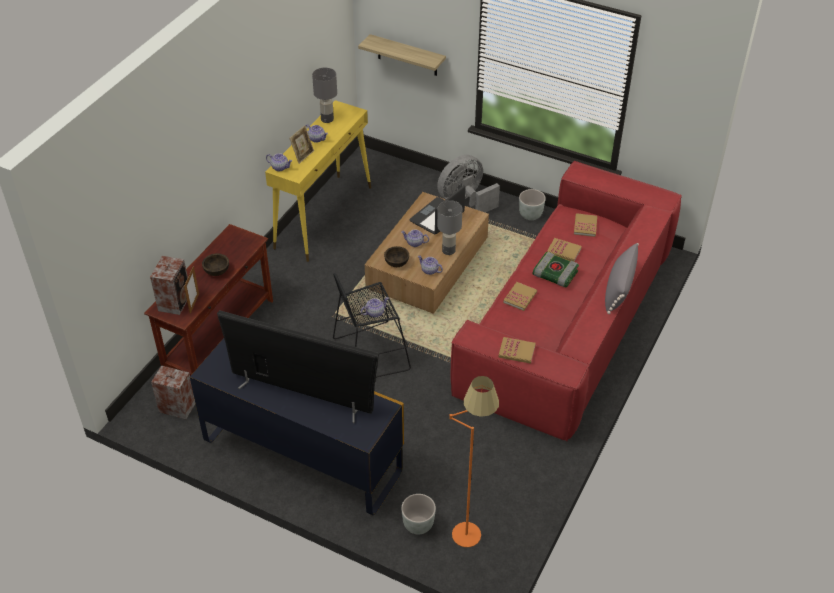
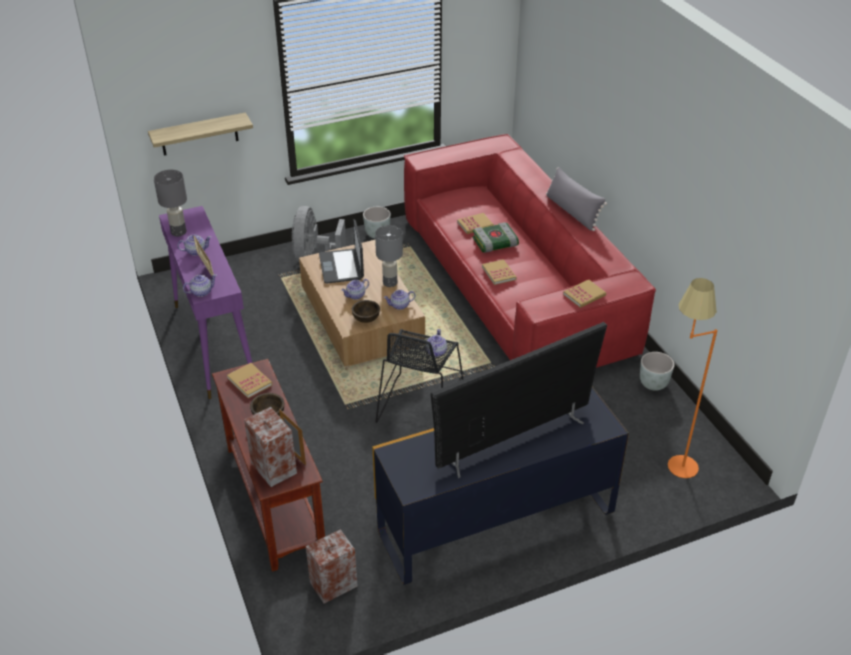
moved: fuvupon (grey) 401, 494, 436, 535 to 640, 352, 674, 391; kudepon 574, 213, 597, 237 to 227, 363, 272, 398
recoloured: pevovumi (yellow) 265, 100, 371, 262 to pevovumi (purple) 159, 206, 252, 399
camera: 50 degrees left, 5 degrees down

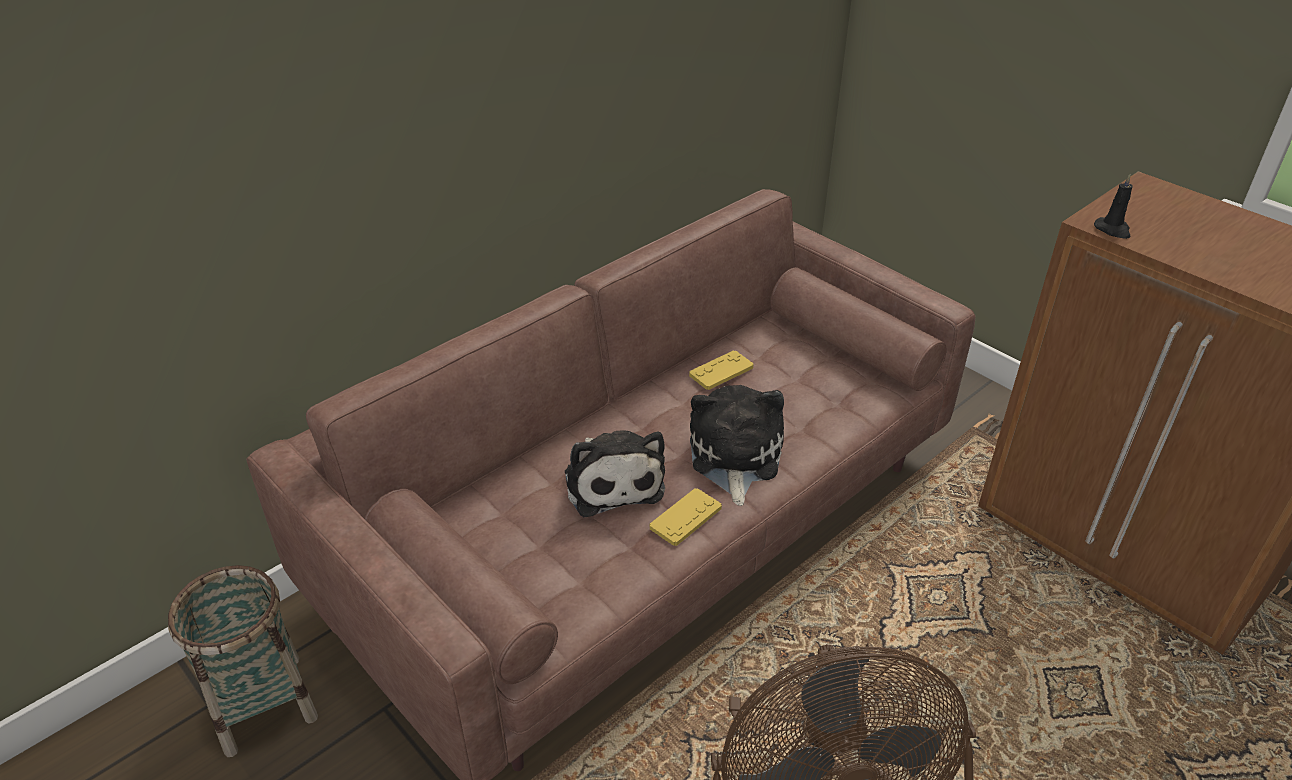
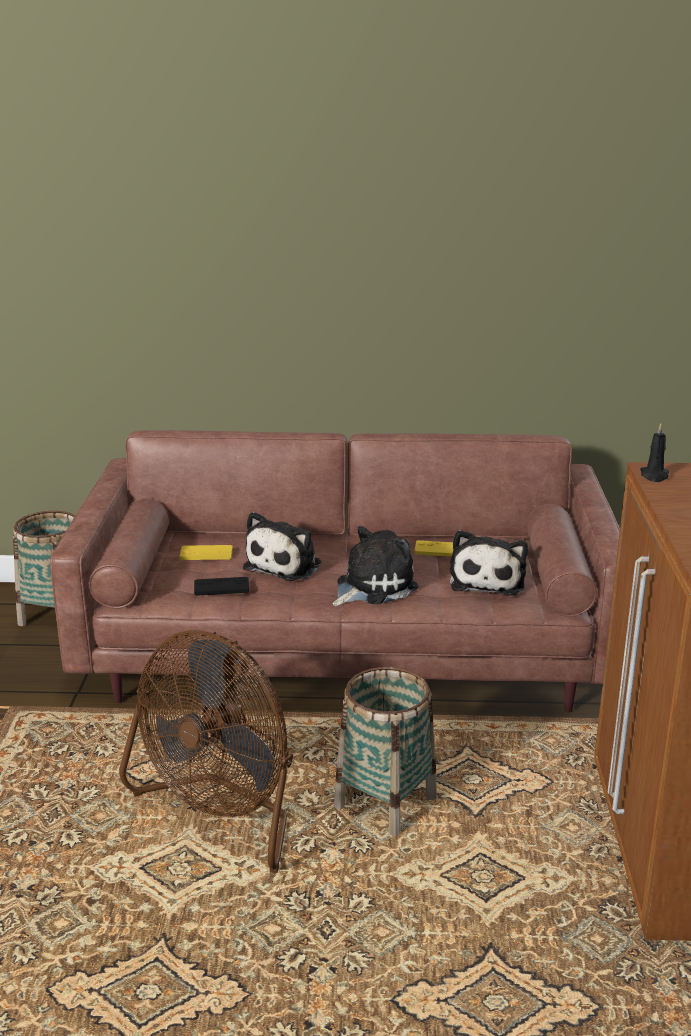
added: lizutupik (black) 194, 577, 249, 596; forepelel 334, 667, 437, 836; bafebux 450, 530, 528, 596
moved: lizutupik (yellow) 650, 488, 722, 546 to 179, 545, 233, 560
camera: 45 degrees right, 15 degrees down

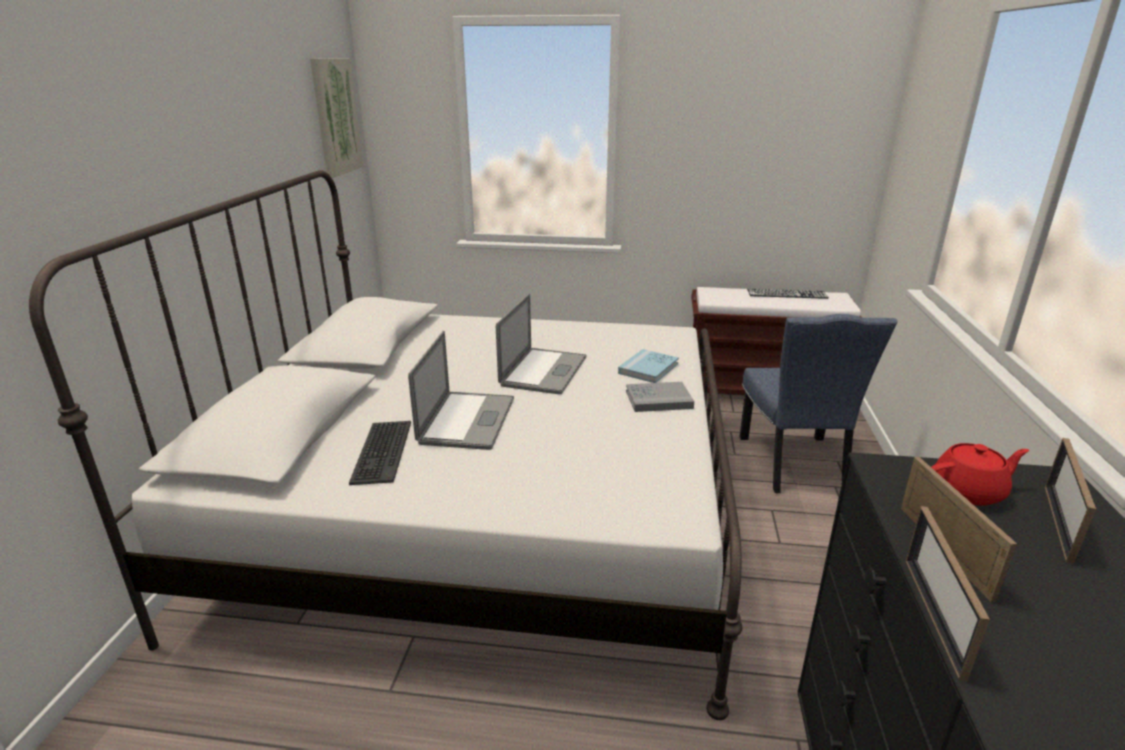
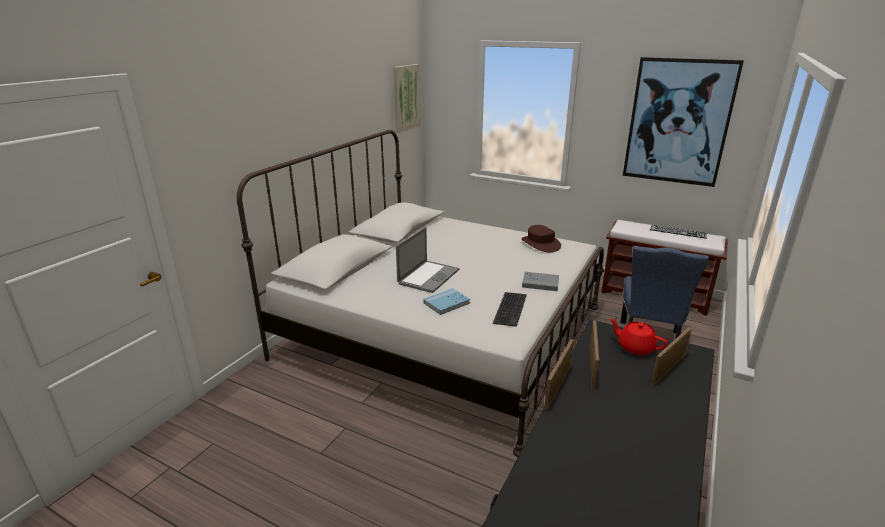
removed: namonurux 496, 293, 586, 394
added: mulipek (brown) 521, 225, 561, 252; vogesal 623, 57, 744, 187
moved: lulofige 349, 421, 411, 485 to 493, 292, 527, 327; kudepon (blue) 618, 349, 679, 383 to 424, 288, 470, 315
turned: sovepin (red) 931, 443, 1029, 506 = 609, 319, 668, 355 150 degrees counterclockwise
camera: 20 degrees right, 0 degrees up

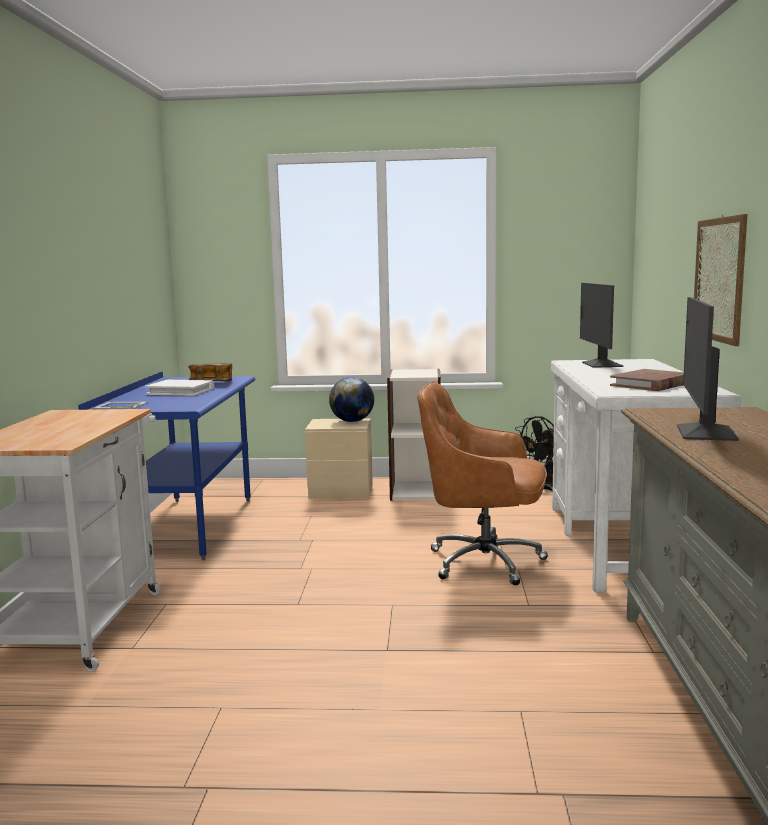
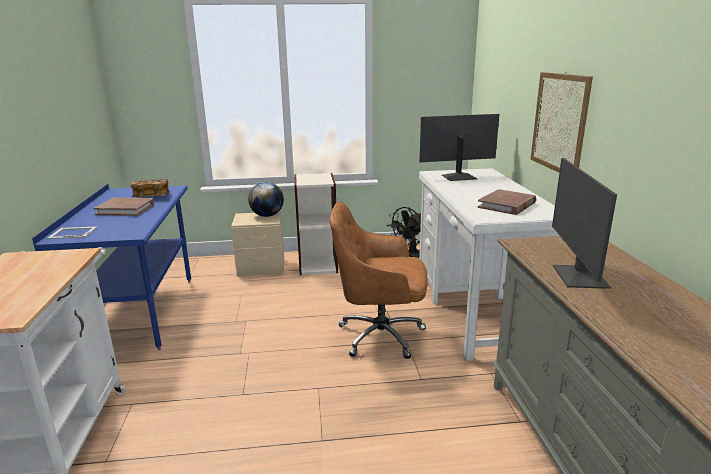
recoloured: kudepon (white) 145, 380, 214, 396 to kudepon (brown) 93, 198, 154, 216
turned: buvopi 580, 283, 624, 368 = 419, 114, 499, 181 90 degrees clockwise
camera: 10 degrees left, 10 degrees up

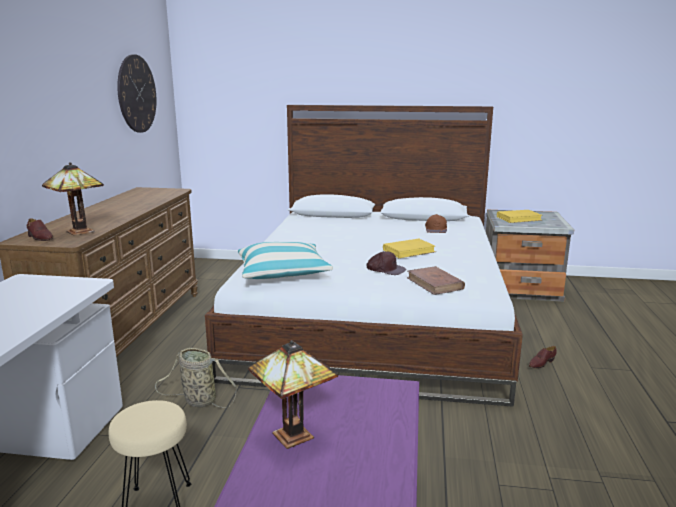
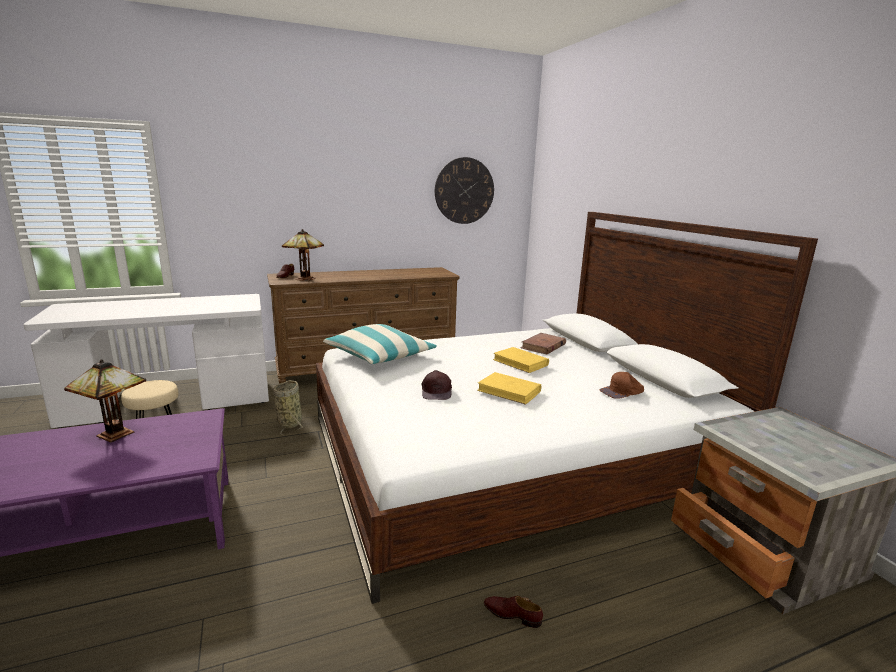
moved: kudepon (brown) 407, 266, 465, 295 to 520, 333, 566, 355; kudepon (yellow) 497, 210, 543, 223 to 493, 347, 549, 373
camera: 60 degrees right, 0 degrees up

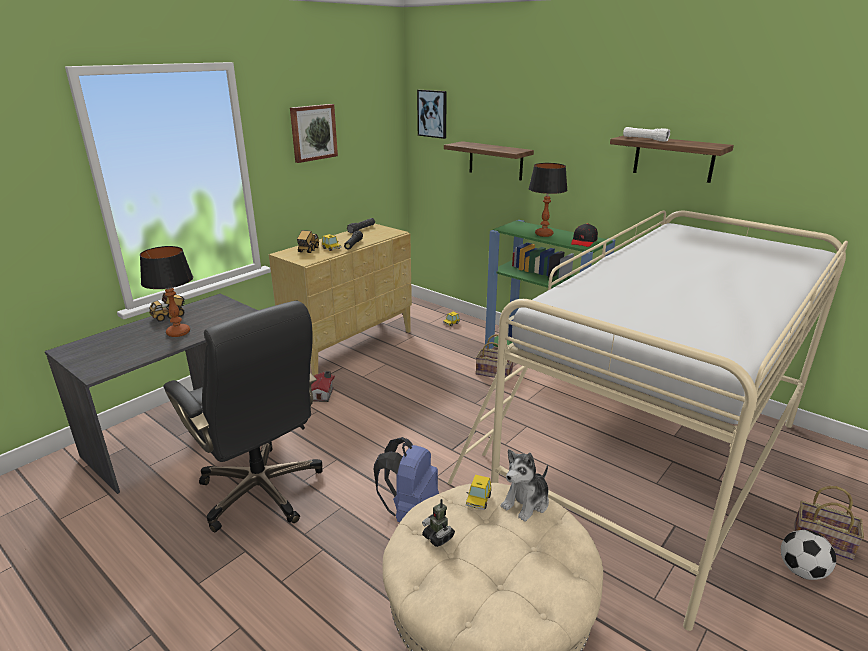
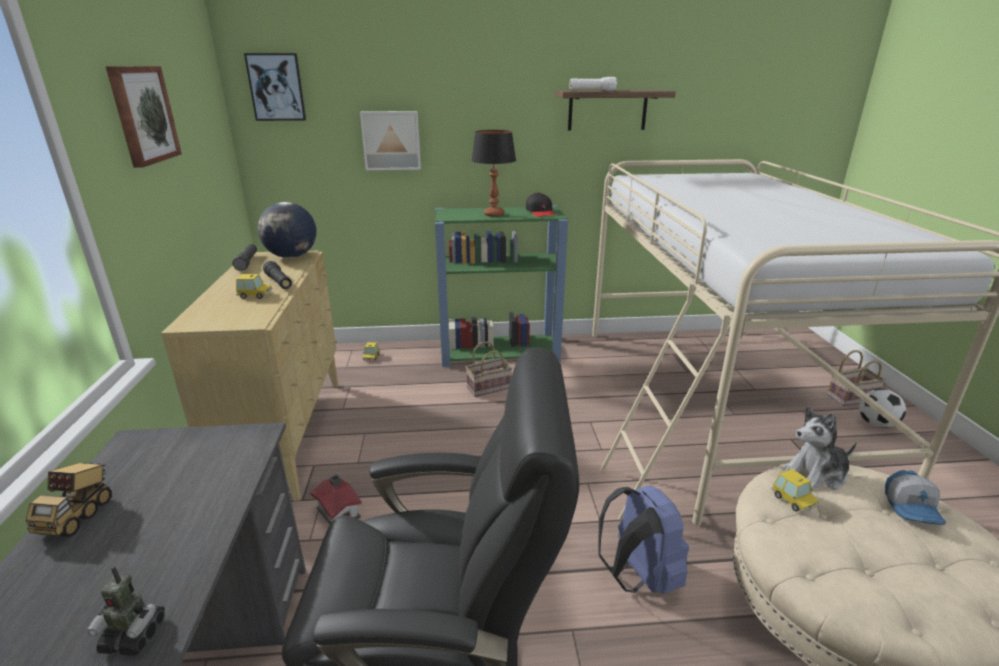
removed: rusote 140, 246, 193, 337; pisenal 297, 230, 319, 253
added: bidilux 258, 202, 317, 258; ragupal 885, 470, 946, 525
moved: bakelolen 422, 499, 455, 547 to 87, 566, 165, 656
replaced: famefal 444, 141, 534, 181 to vogesal 360, 111, 421, 170
turned: bafebux 501, 449, 549, 522 = 783, 406, 857, 490 75 degrees clockwise
camera: 45 degrees left, 0 degrees up

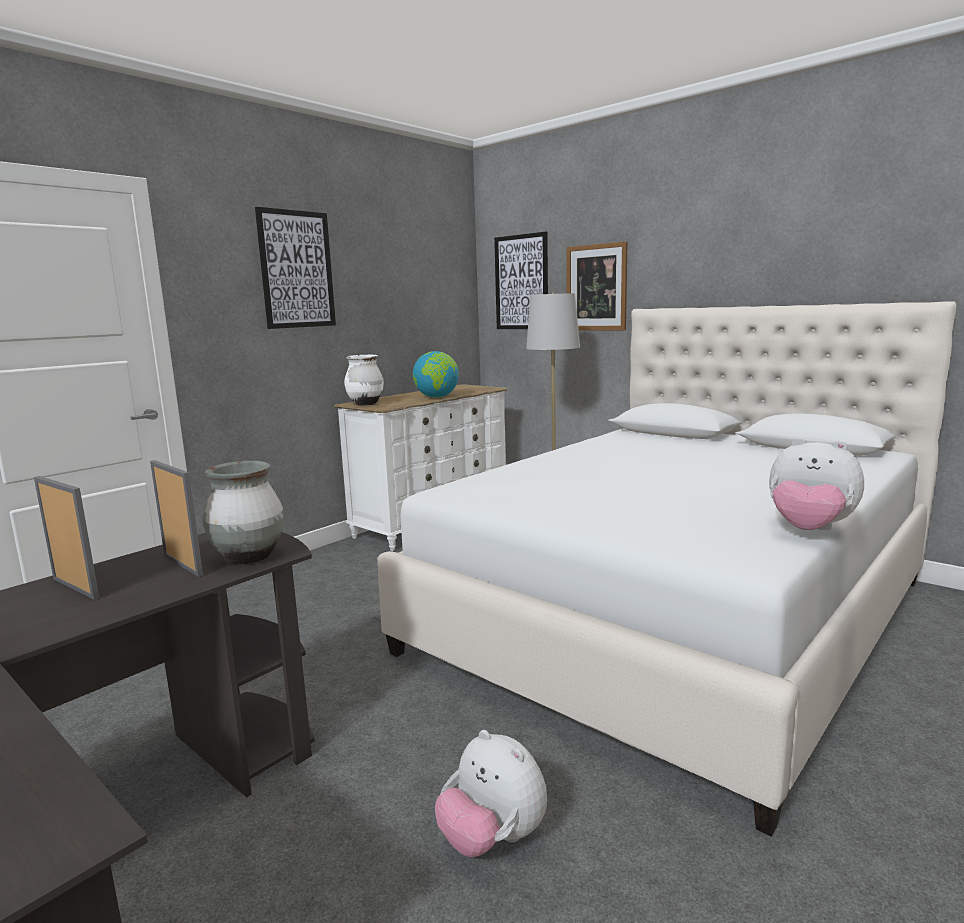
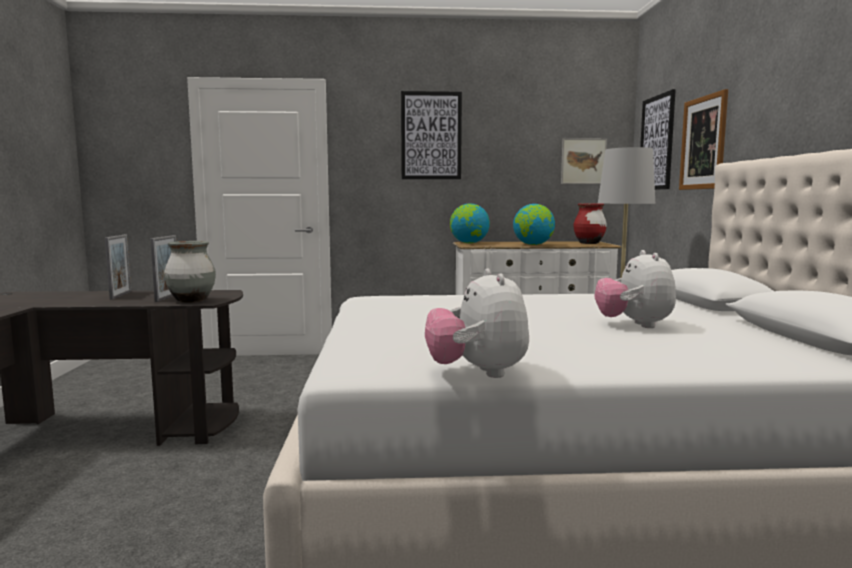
added: vogesal 561, 138, 607, 184; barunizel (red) 574, 204, 607, 244
moved: bafebux 435, 730, 547, 857 to 594, 250, 676, 328
replaced: barunizel (white) 344, 355, 384, 406 to bidilux 450, 204, 490, 243
camera: 45 degrees right, 5 degrees down

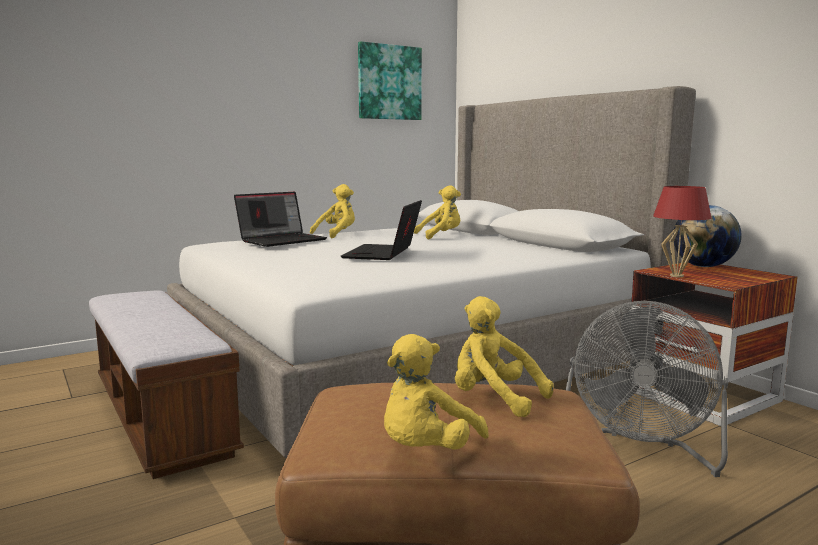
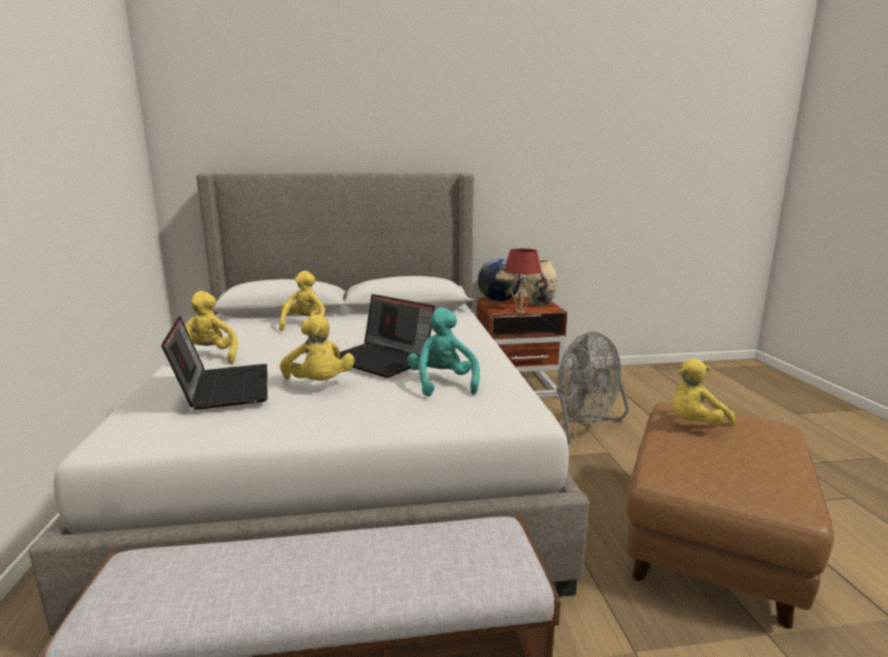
removed: vogesal 358, 41, 422, 120
added: bafebux (turquoise) 407, 307, 480, 397; barunizel (beige) 525, 260, 557, 306
moved: bafebux (yellow) 384, 334, 489, 449 to 280, 314, 355, 381
camera: 65 degrees left, 5 degrees up

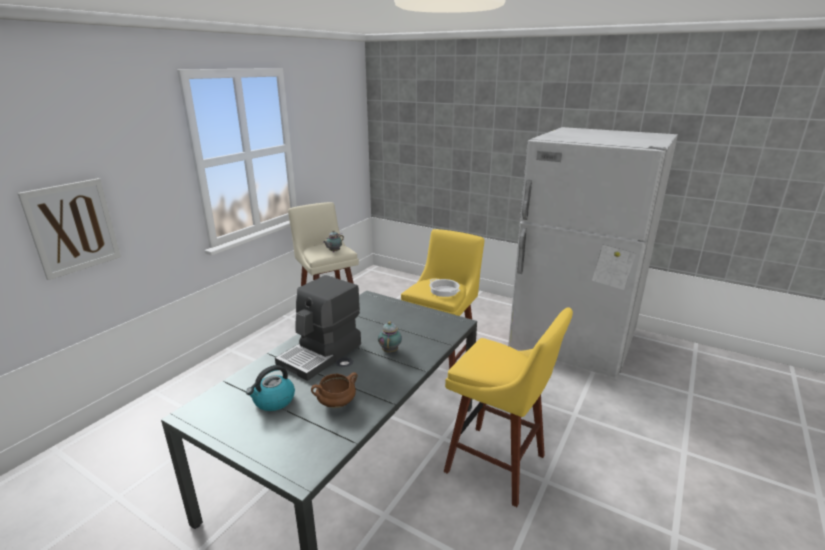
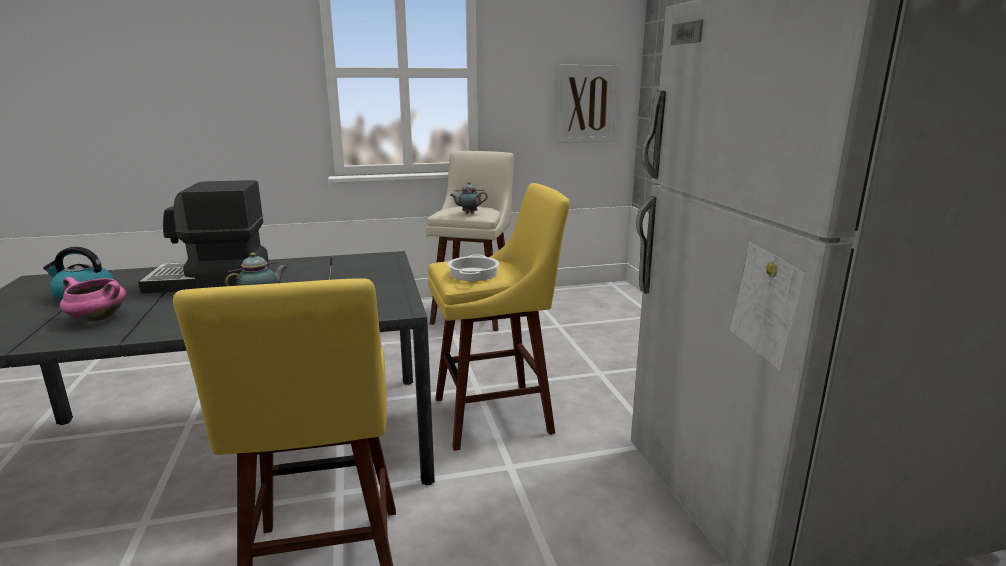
moved: vogesal 18, 178, 121, 280 to 557, 65, 619, 143
recoloured: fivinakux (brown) 311, 372, 357, 408 to fivinakux (pink) 60, 277, 126, 322
camera: 45 degrees right, 5 degrees down

